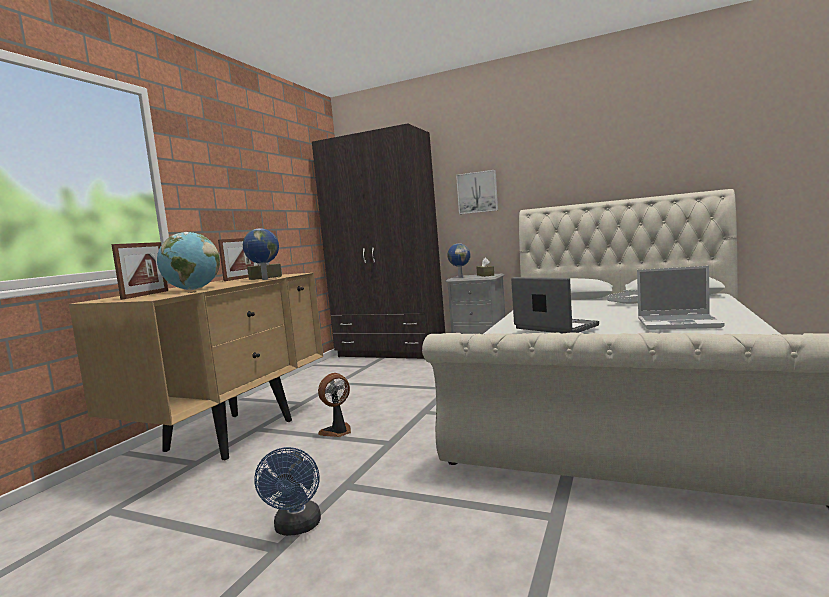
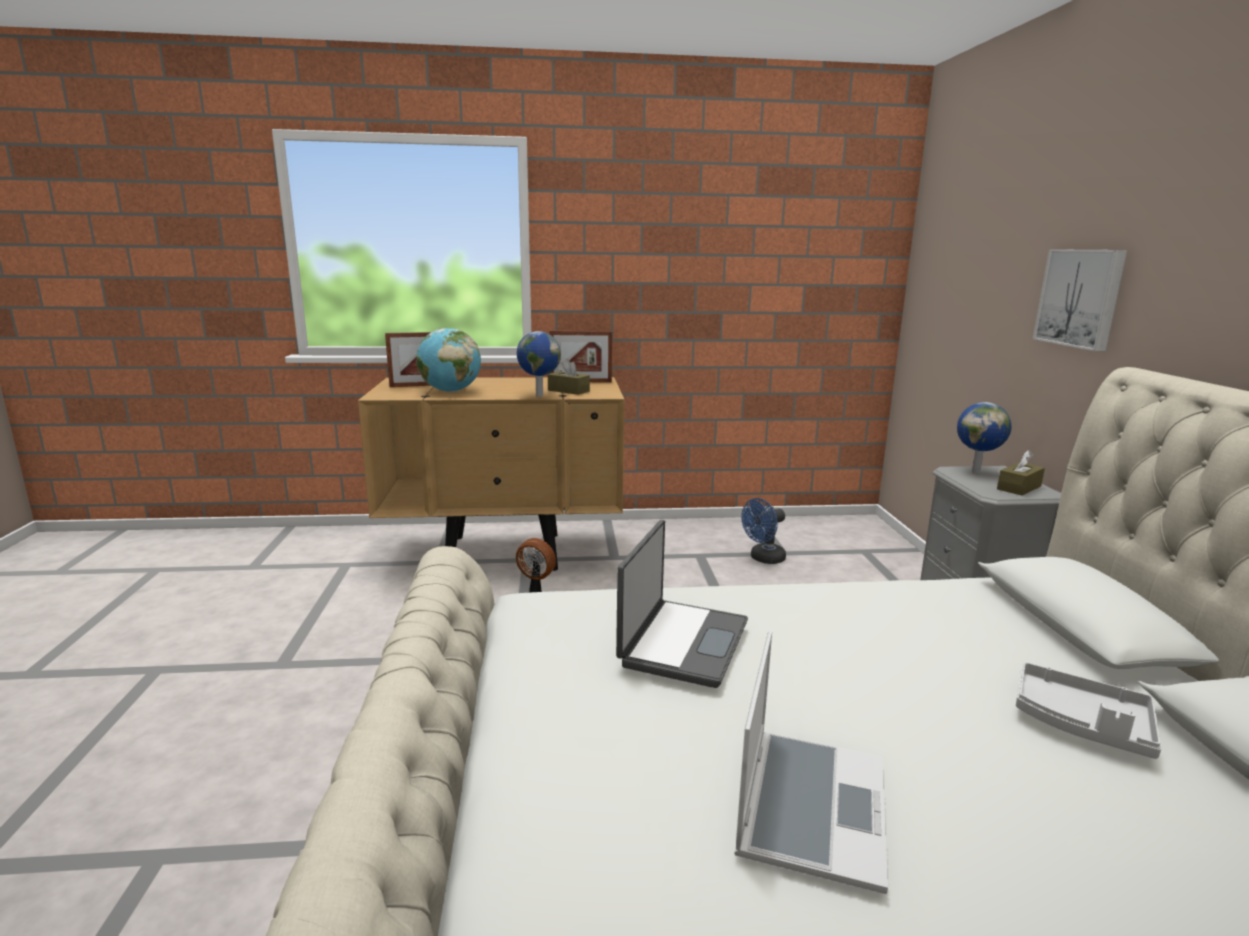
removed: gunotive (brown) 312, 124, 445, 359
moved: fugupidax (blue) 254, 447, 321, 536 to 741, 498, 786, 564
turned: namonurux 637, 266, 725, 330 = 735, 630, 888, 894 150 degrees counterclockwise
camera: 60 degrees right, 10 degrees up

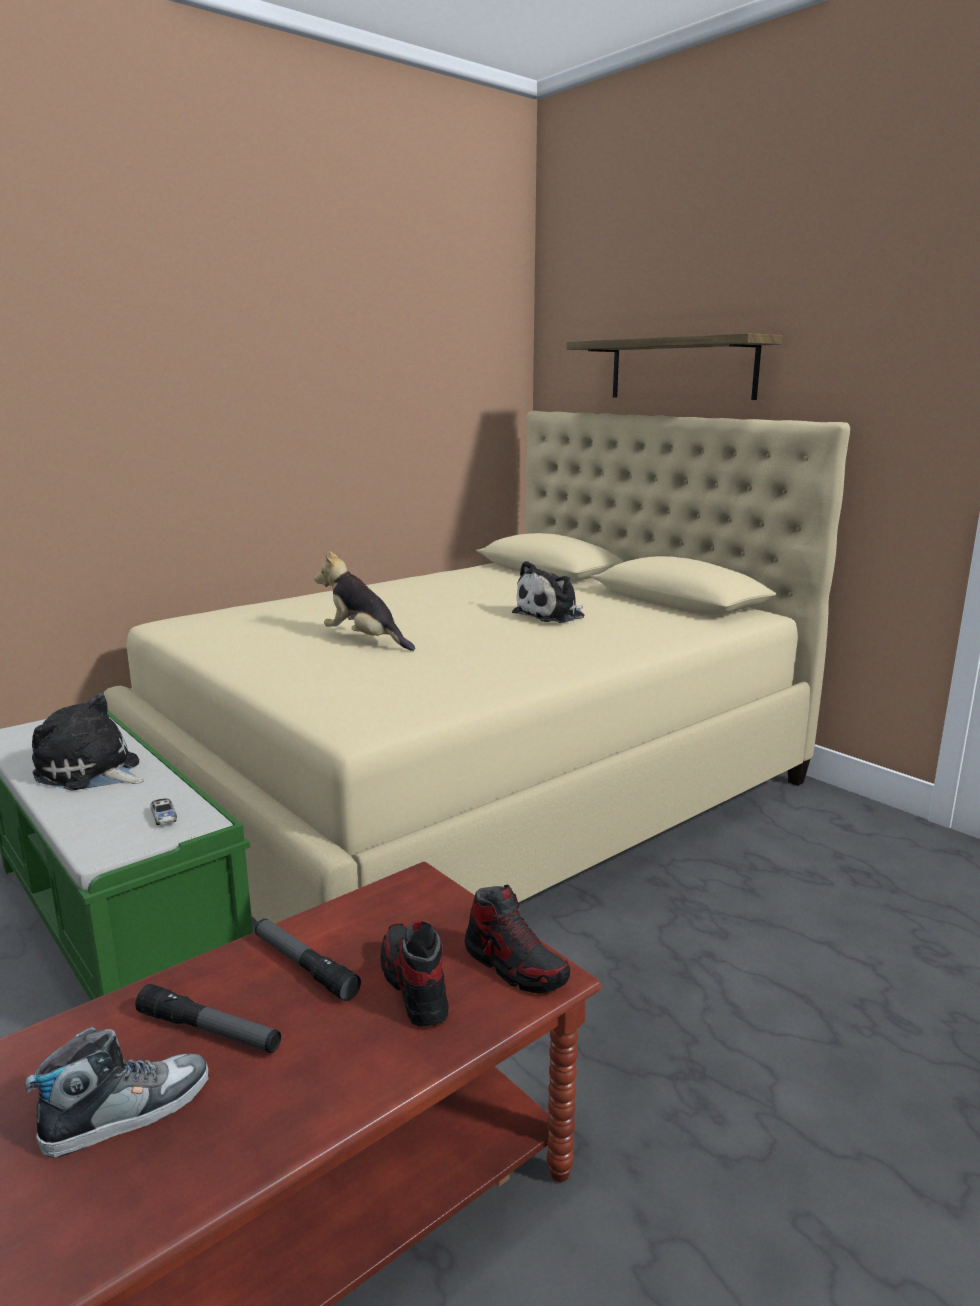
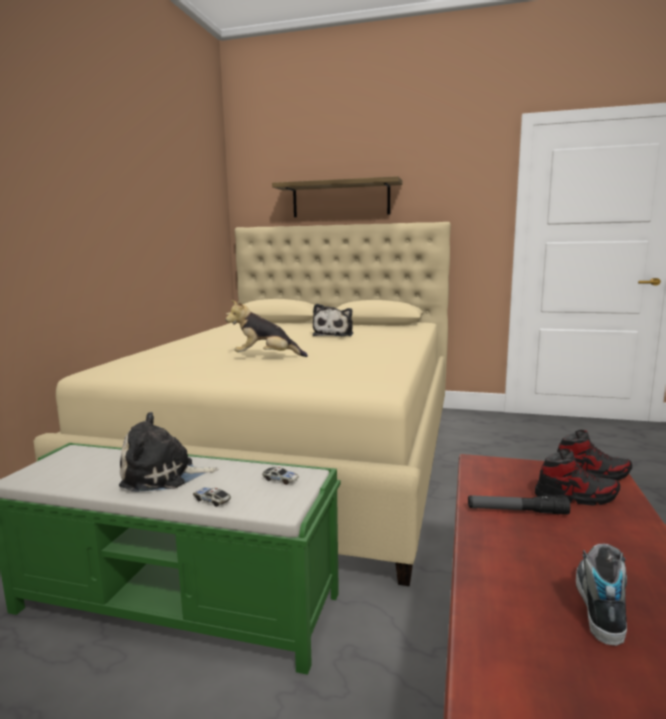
removed: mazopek 135, 984, 281, 1053
added: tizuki 193, 487, 231, 507
turned: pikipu 381, 921, 449, 1026 = 535, 448, 620, 506 150 degrees clockwise
camera: 35 degrees left, 5 degrees down

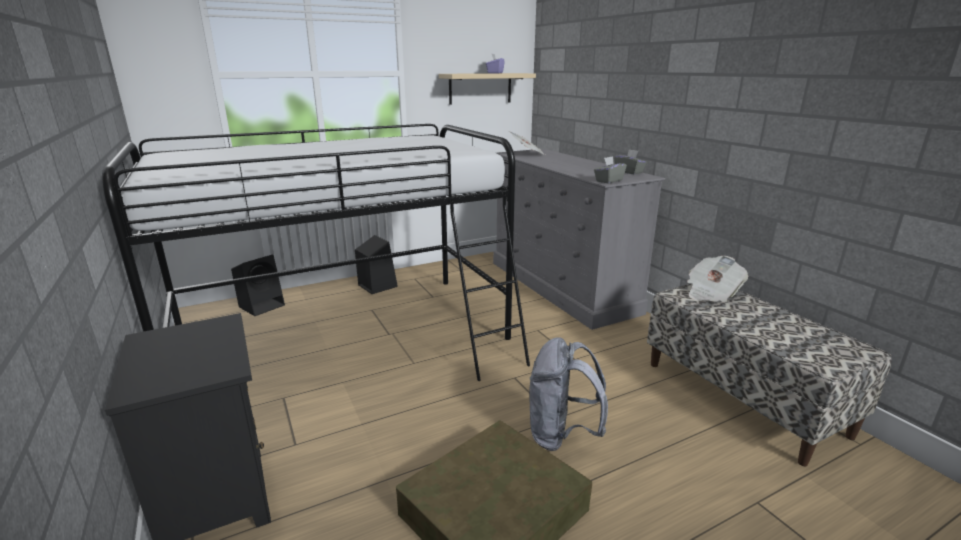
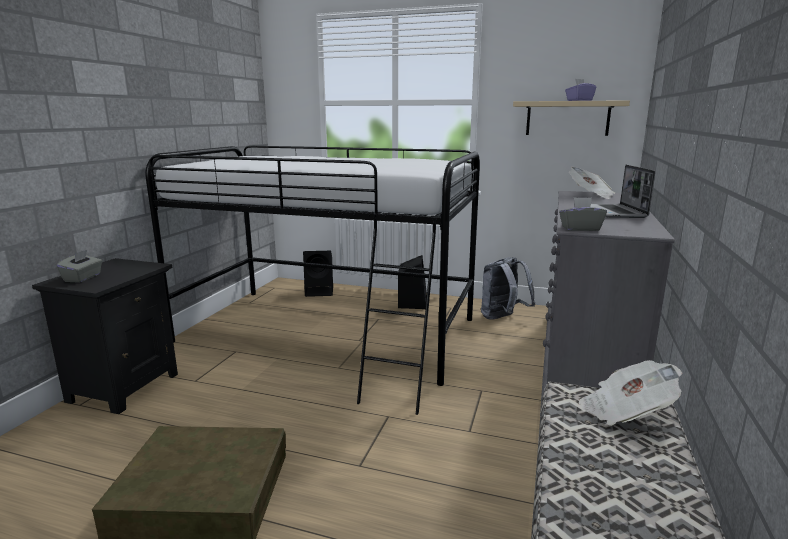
added: namonurux 591, 165, 655, 218
moved: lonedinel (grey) 529, 337, 608, 451 to 481, 257, 536, 320; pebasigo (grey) 614, 149, 647, 174 to 56, 249, 102, 283
camera: 45 degrees right, 5 degrees down

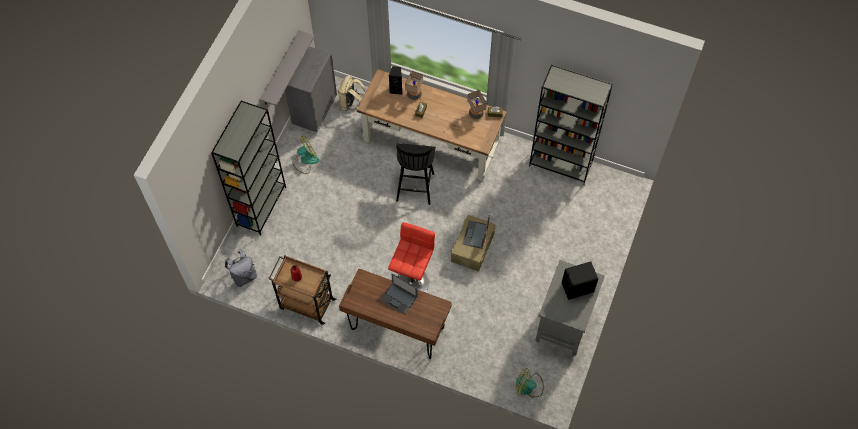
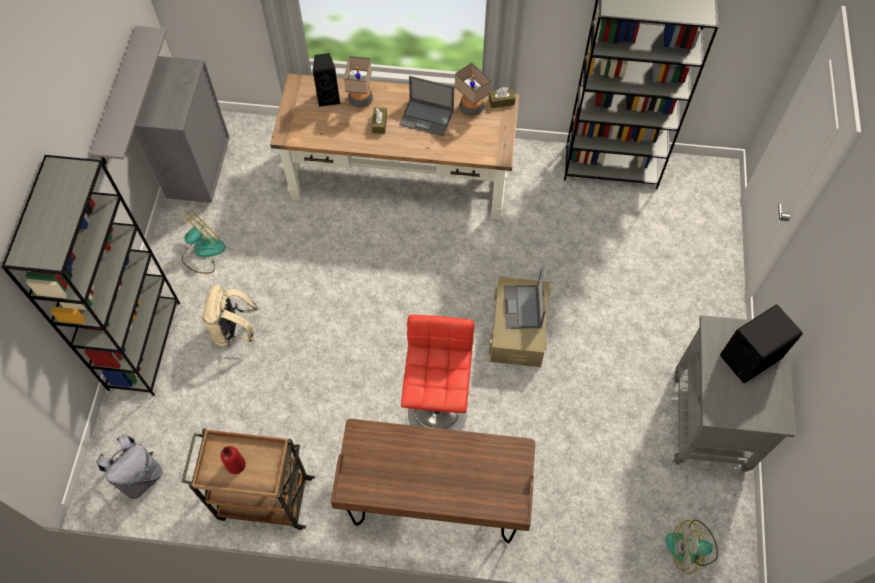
removed: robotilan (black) 396, 143, 436, 205
moved: lonedinel (beige) 337, 75, 366, 111 to 201, 285, 259, 347; namonurux 380, 274, 417, 314 to 399, 76, 454, 136
camera: 15 degrees left, 0 degrees up

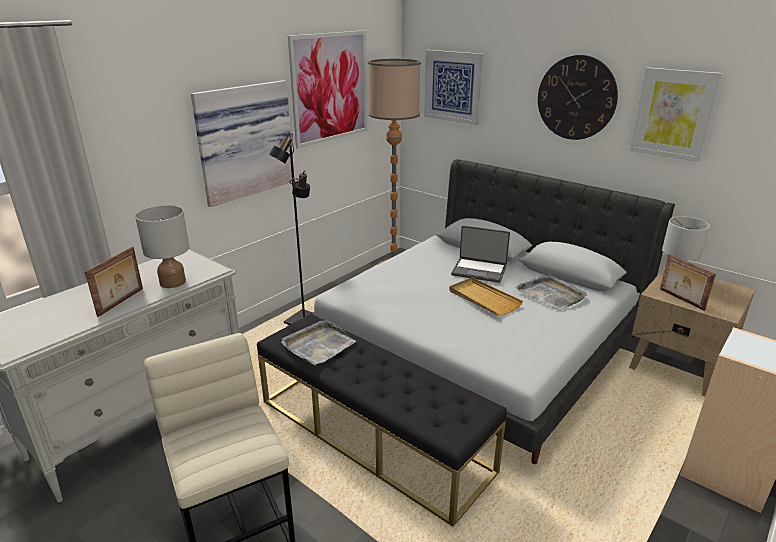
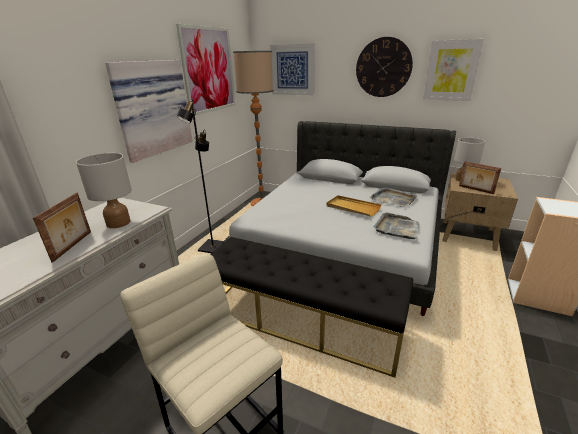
removed: namonurux 451, 226, 510, 283
moved: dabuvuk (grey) 281, 320, 356, 366 to 374, 213, 419, 239
camera: 15 degrees left, 0 degrees up

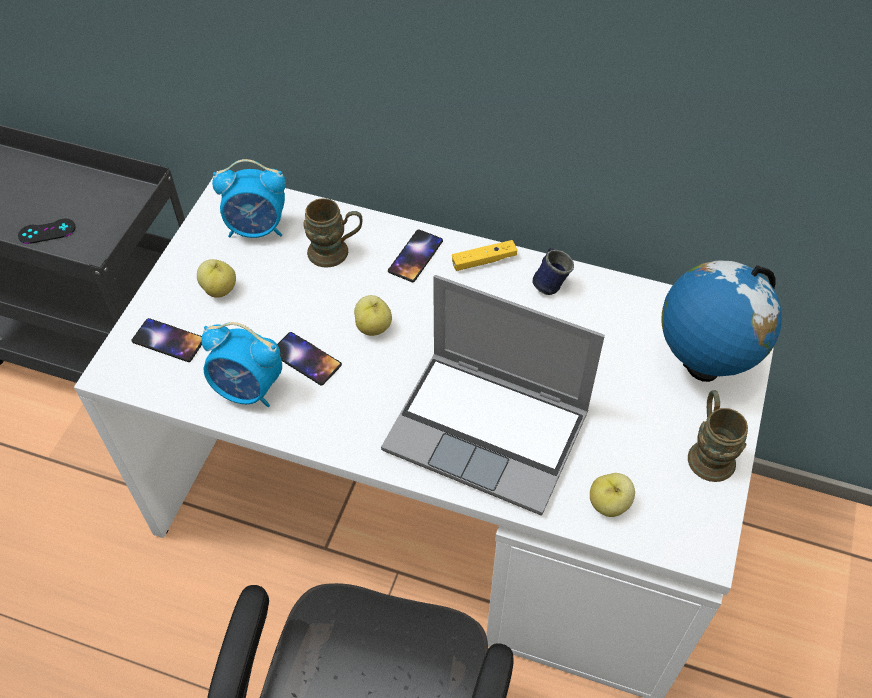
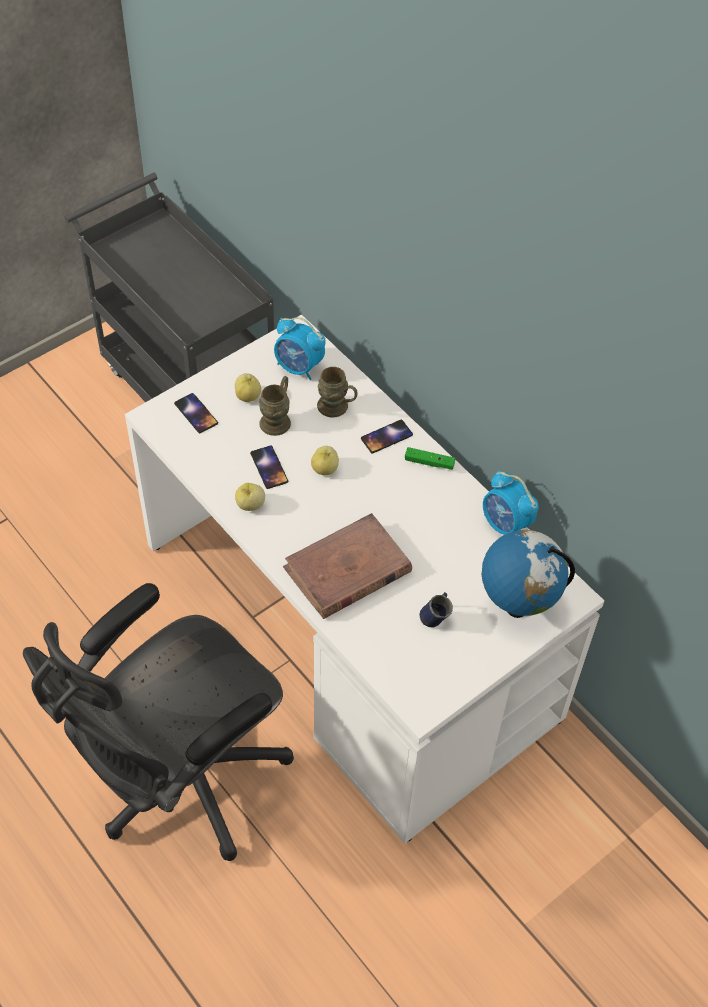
removed: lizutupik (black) 18, 219, 76, 244
moved: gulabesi 201, 322, 282, 407 to 483, 470, 539, 535; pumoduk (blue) 532, 247, 574, 295 to 419, 592, 453, 628; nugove 590, 473, 635, 517 to 235, 483, 265, 511; pumoduk (brown) 688, 390, 748, 482 to 259, 376, 291, 436
replaced: namonurux 381, 275, 605, 516 to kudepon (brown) 283, 513, 412, 619
recoloured: lizutupik (yellow) 452, 240, 517, 271 to lizutupik (green) 405, 447, 455, 470
camera: 30 degrees right, 0 degrees up

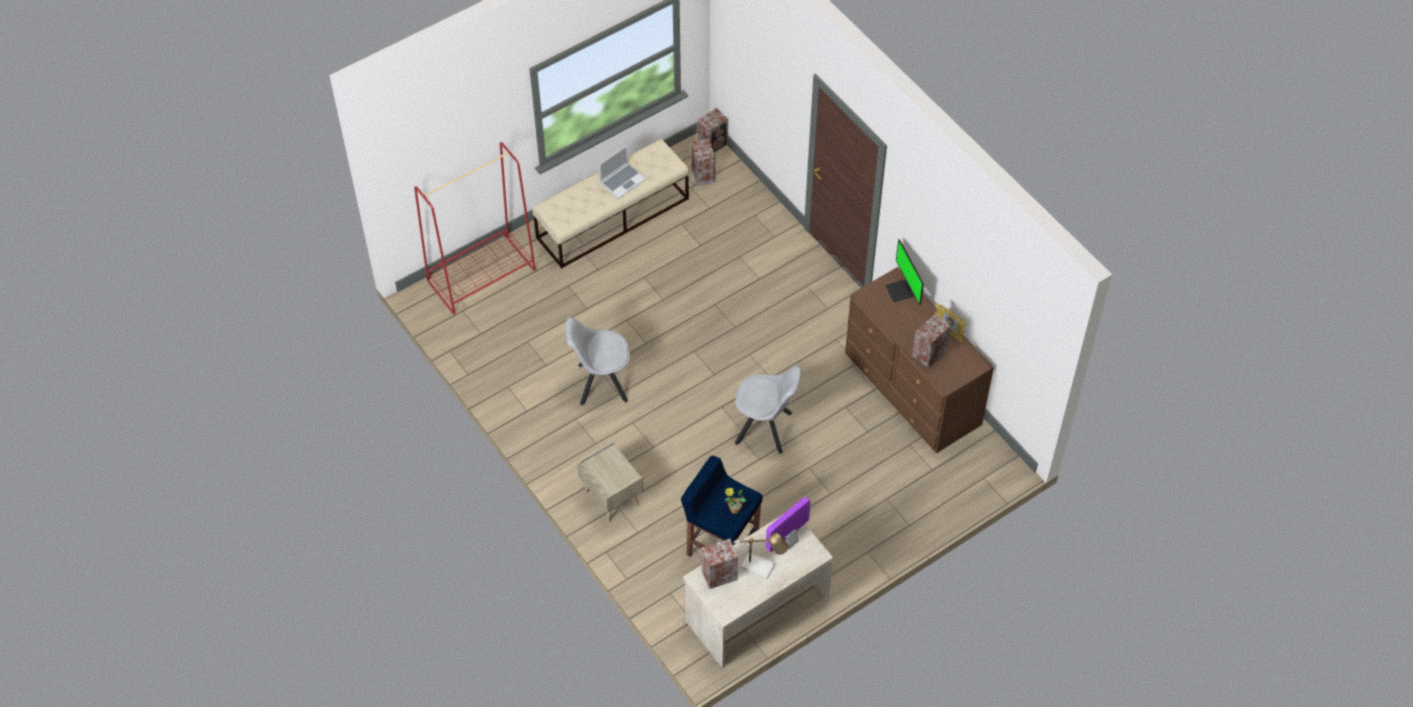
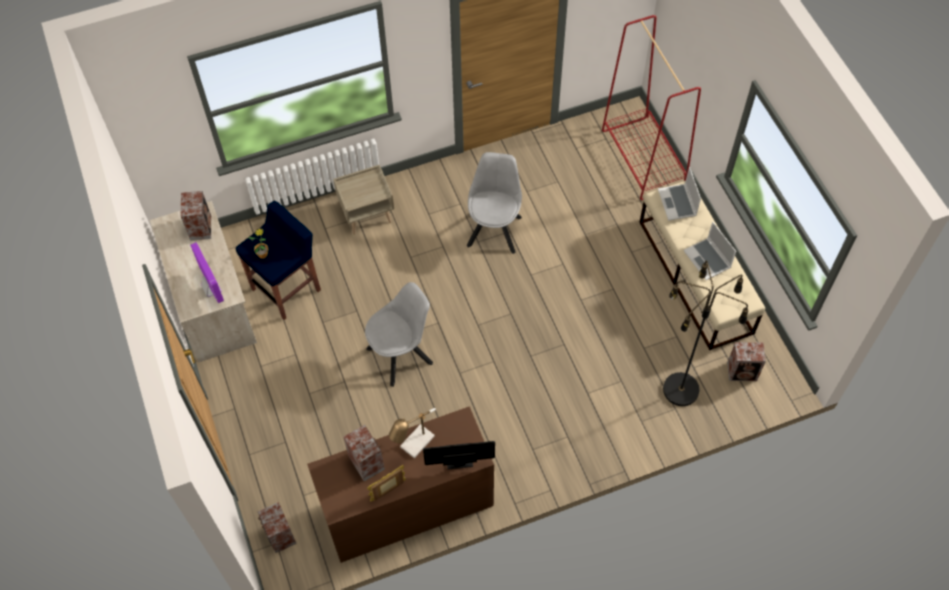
added: namonurux 658, 167, 701, 221; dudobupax 663, 261, 749, 406
moved: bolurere 697, 108, 728, 152 to 258, 502, 297, 553; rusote 733, 533, 789, 579 to 389, 408, 436, 458
turned: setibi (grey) 735, 366, 801, 454 = 365, 282, 433, 387 150 degrees counterclockwise
camera: 105 degrees right, 5 degrees up

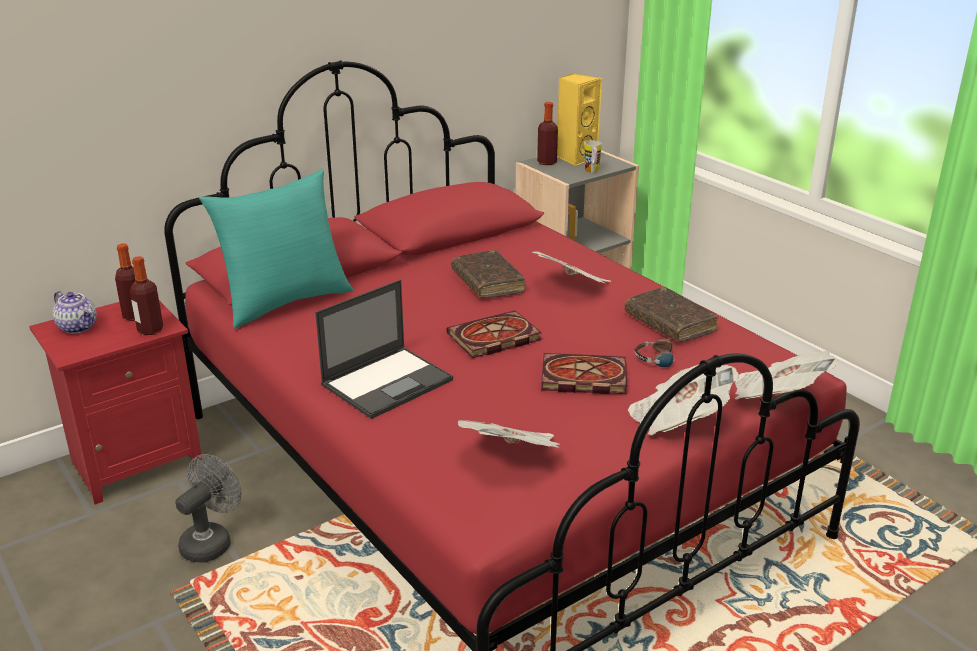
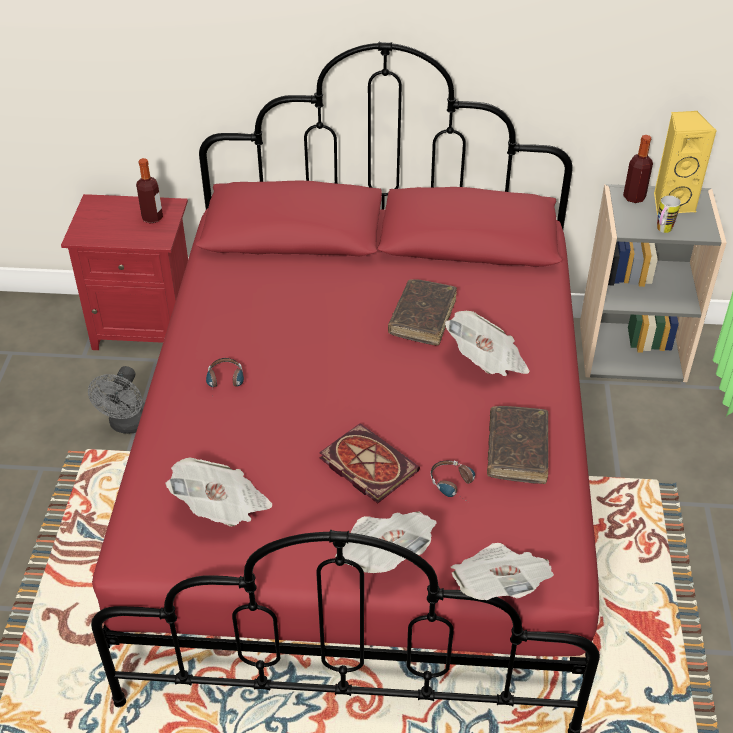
removed: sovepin 53, 291, 97, 334; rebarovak 130, 256, 163, 335; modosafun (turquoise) 199, 169, 353, 329; kudepon 447, 310, 542, 358
replaced: namonurux 315, 280, 453, 419 to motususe 206, 358, 244, 397
turned: fugupidax (grey) 175, 454, 242, 562 = 88, 366, 145, 434 120 degrees clockwise
camera: 40 degrees right, 15 degrees up

